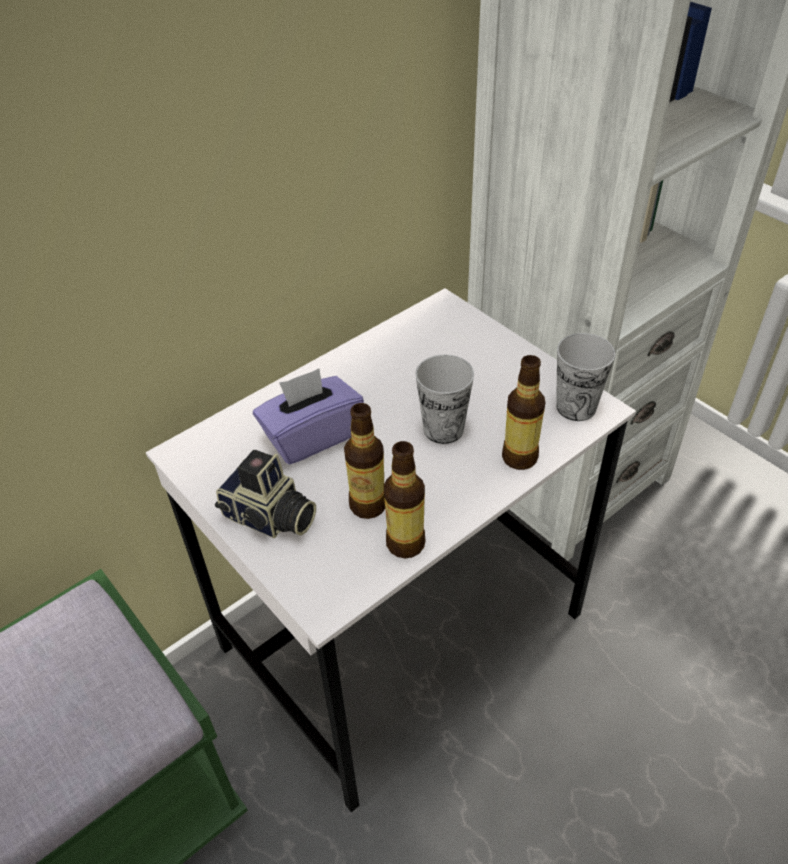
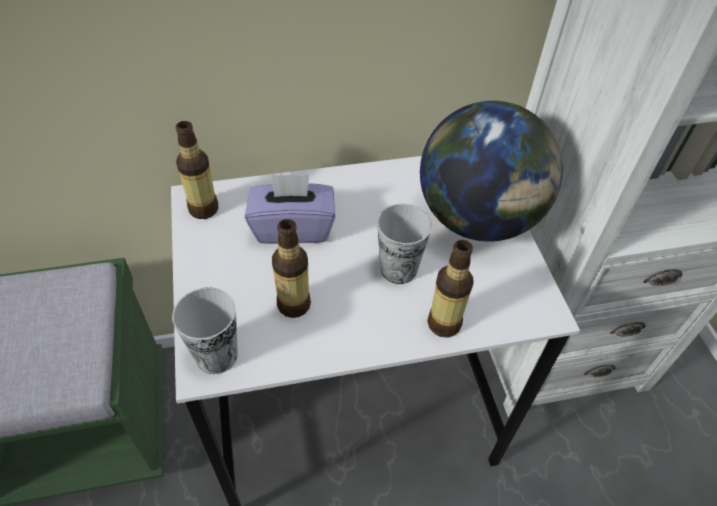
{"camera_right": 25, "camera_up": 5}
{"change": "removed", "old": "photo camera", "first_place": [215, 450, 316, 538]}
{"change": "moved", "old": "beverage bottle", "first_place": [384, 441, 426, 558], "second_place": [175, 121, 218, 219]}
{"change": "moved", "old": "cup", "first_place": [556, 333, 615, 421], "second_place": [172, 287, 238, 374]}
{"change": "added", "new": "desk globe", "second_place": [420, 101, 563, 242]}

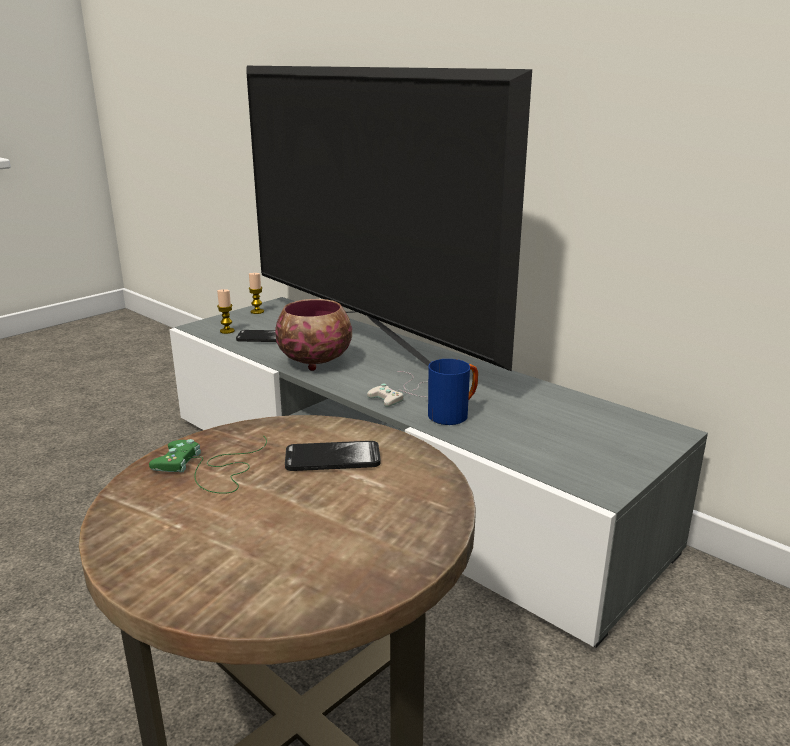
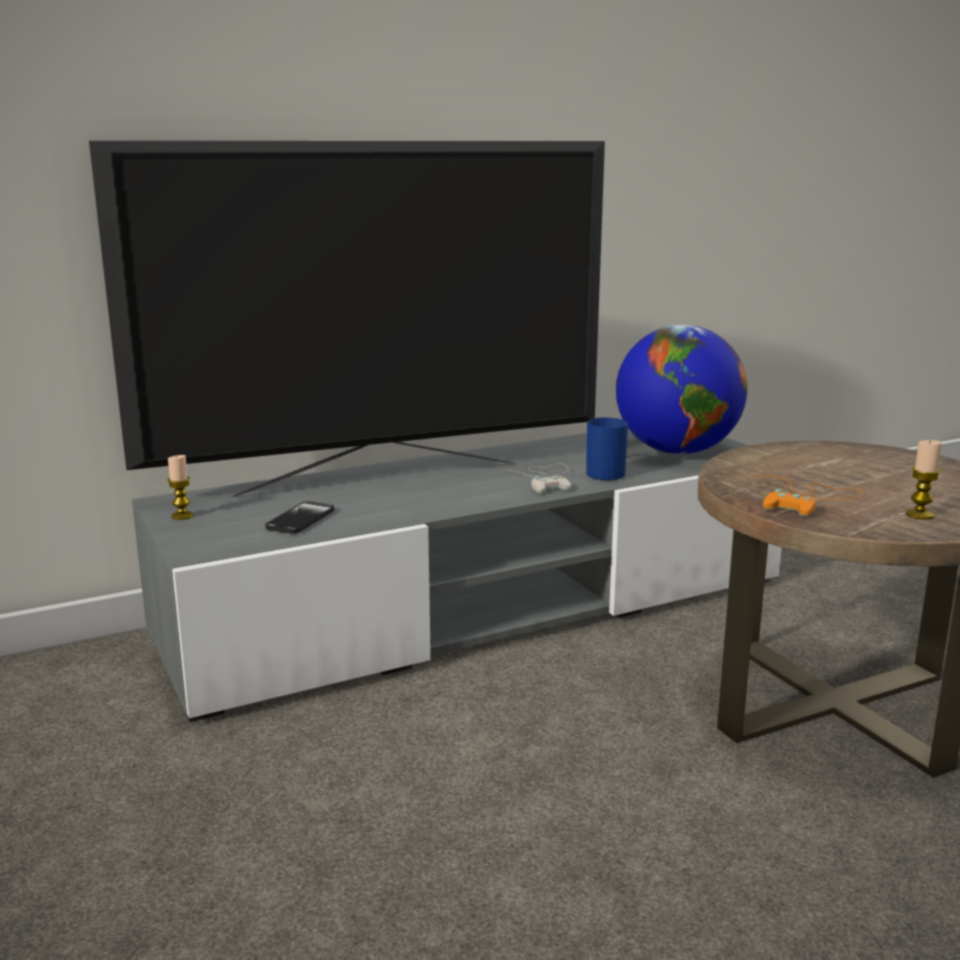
{"camera_right": -70, "camera_up": -5}
{"change": "recoloured", "old": "game controller (green)", "new": "game controller (orange)", "first_place": [149, 435, 267, 494], "second_place": [756, 476, 862, 517]}
{"change": "moved", "old": "wax light", "first_place": [217, 289, 235, 334], "second_place": [906, 440, 942, 520]}
{"change": "removed", "old": "serving bowl", "first_place": [275, 299, 352, 371]}
{"change": "removed", "old": "phone", "first_place": [285, 441, 381, 471]}
{"change": "added", "new": "desk globe", "second_place": [616, 325, 747, 454]}

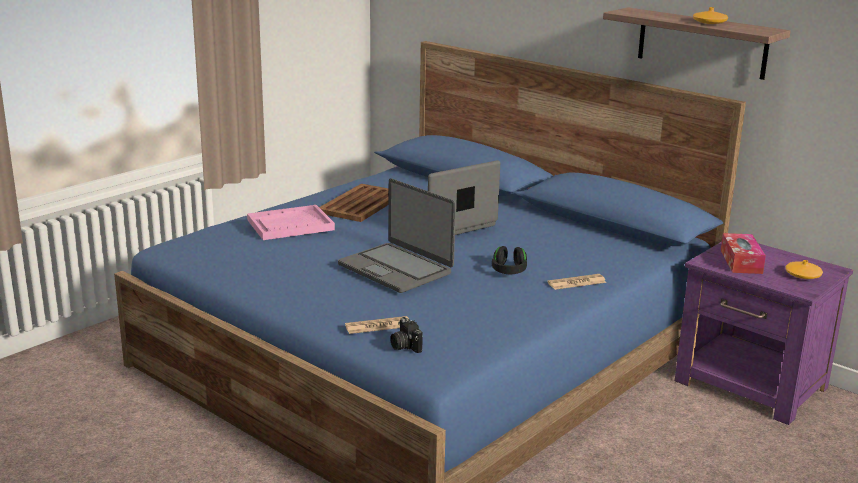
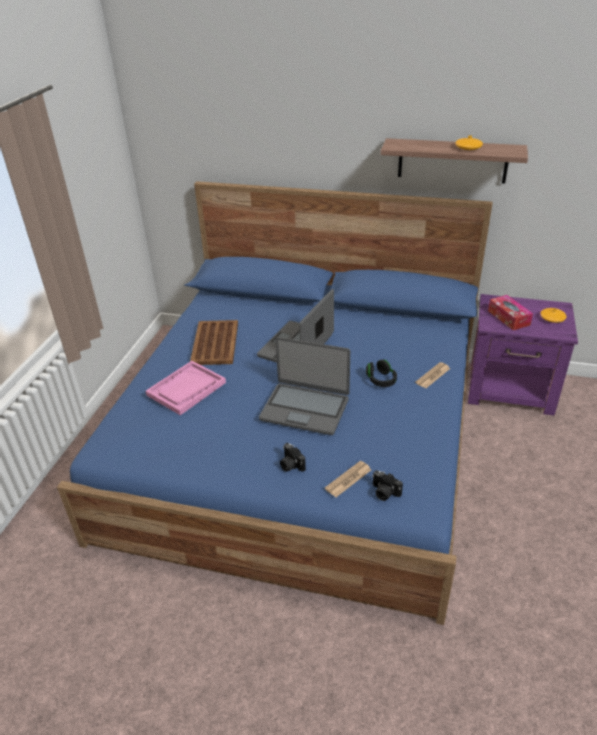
{"camera_right": -25, "camera_up": 15}
{"change": "added", "new": "photo camera", "second_place": [280, 443, 306, 472]}

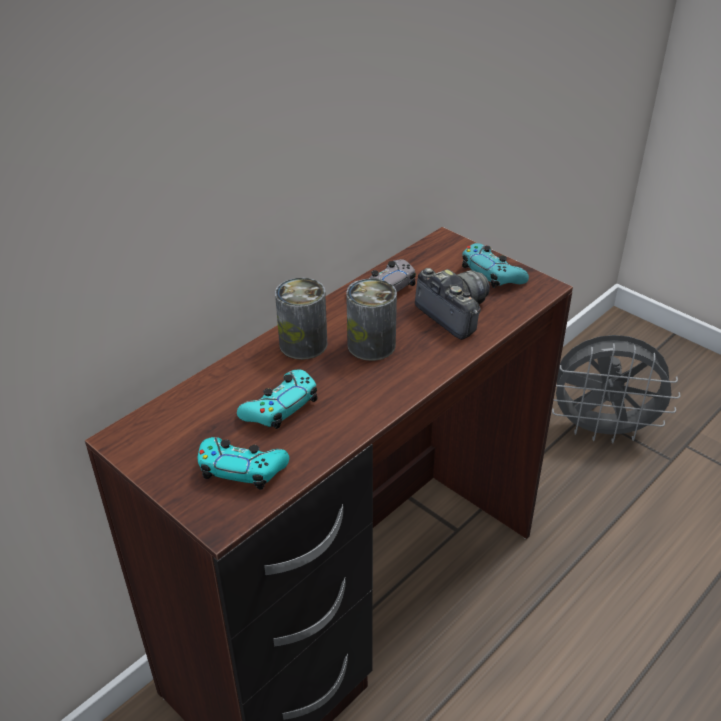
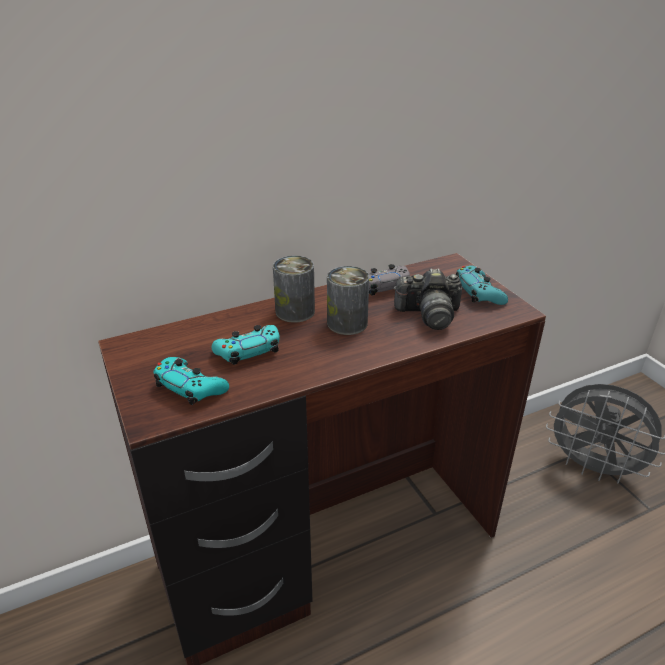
{"camera_right": 20, "camera_up": -5}
{"change": "turned", "old": "photo camera", "first_place": [415, 268, 490, 340], "second_place": [393, 268, 462, 330], "degrees": 105}

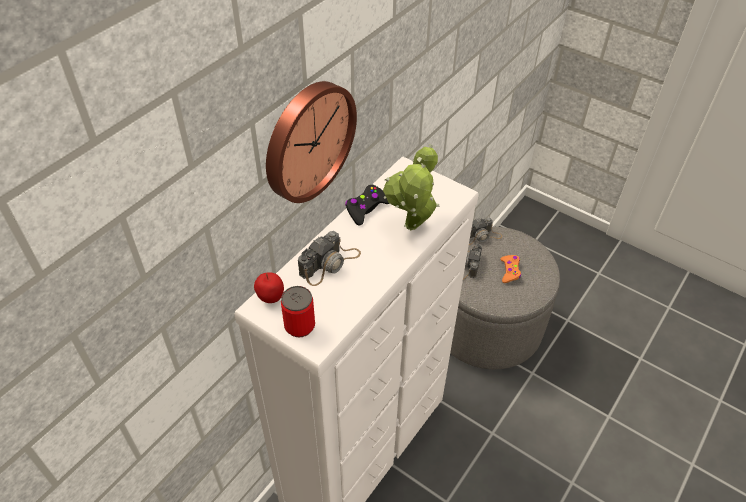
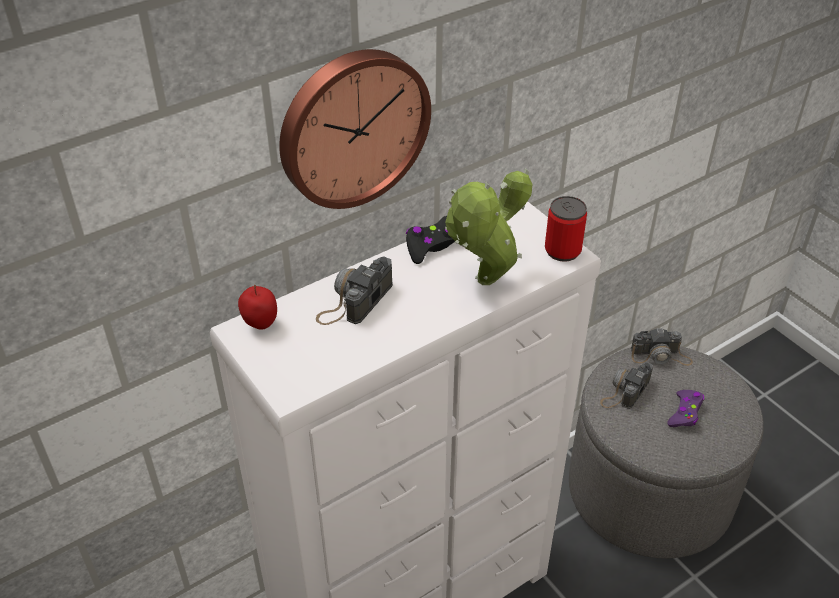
{"camera_right": 20, "camera_up": -5}
{"change": "moved", "old": "can", "first_place": [281, 286, 315, 337], "second_place": [545, 196, 587, 262]}
{"change": "turned", "old": "photo camera", "first_place": [298, 231, 361, 286], "second_place": [316, 256, 393, 325], "degrees": 150}
{"change": "recoloured", "old": "game controller (orange)", "new": "game controller (purplish)", "first_place": [500, 255, 521, 283], "second_place": [667, 390, 704, 427]}

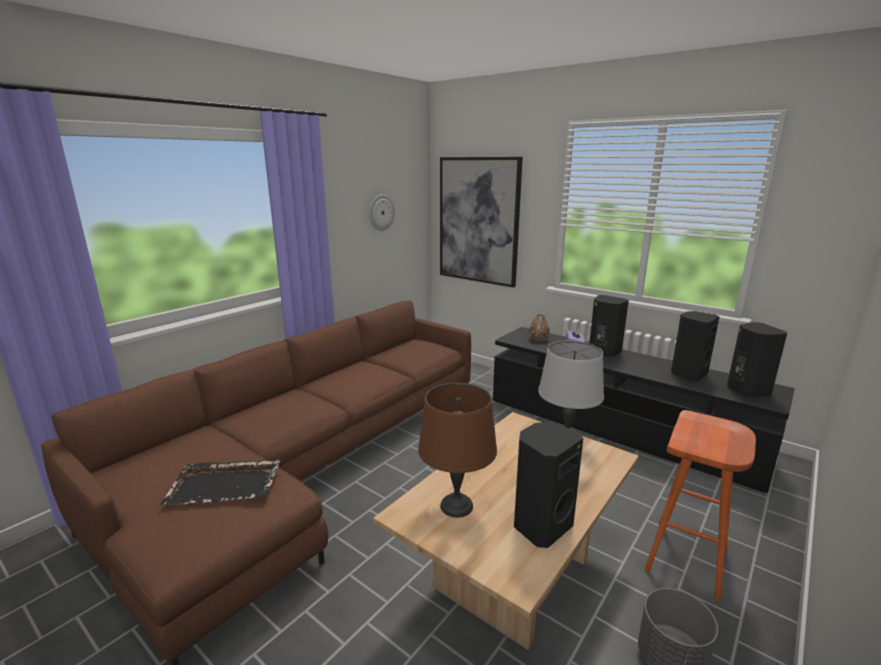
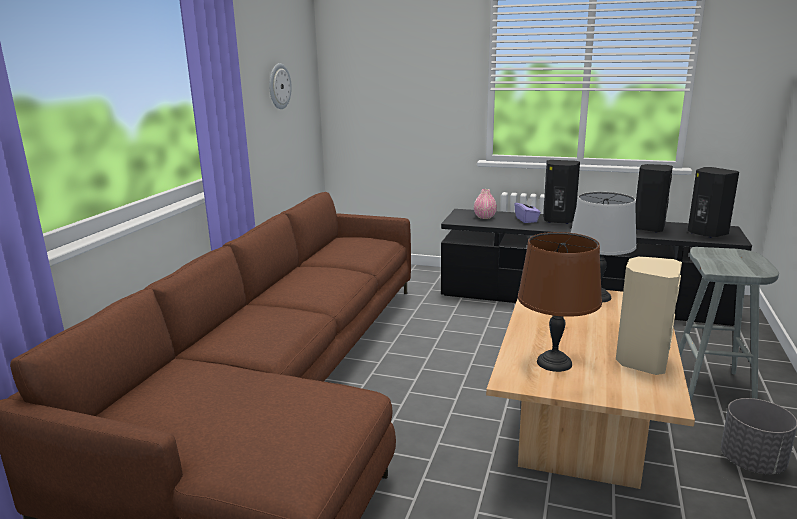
{"camera_right": -20, "camera_up": 0}
{"change": "removed", "old": "carrying tray (blackish)", "first_place": [160, 460, 280, 505]}
{"change": "removed", "old": "wall art", "first_place": [440, 157, 523, 288]}
{"change": "recoloured", "old": "loudspeaker (blackish)", "new": "loudspeaker (beige)", "first_place": [514, 422, 583, 548], "second_place": [616, 256, 682, 375]}
{"change": "recoloured", "old": "flower vase (brown)", "new": "flower vase (pink)", "first_place": [529, 314, 550, 341], "second_place": [474, 189, 497, 219]}
{"change": "recoloured", "old": "stool seat (orange)", "new": "stool seat (grey)", "first_place": [644, 410, 756, 602], "second_place": [679, 247, 779, 402]}

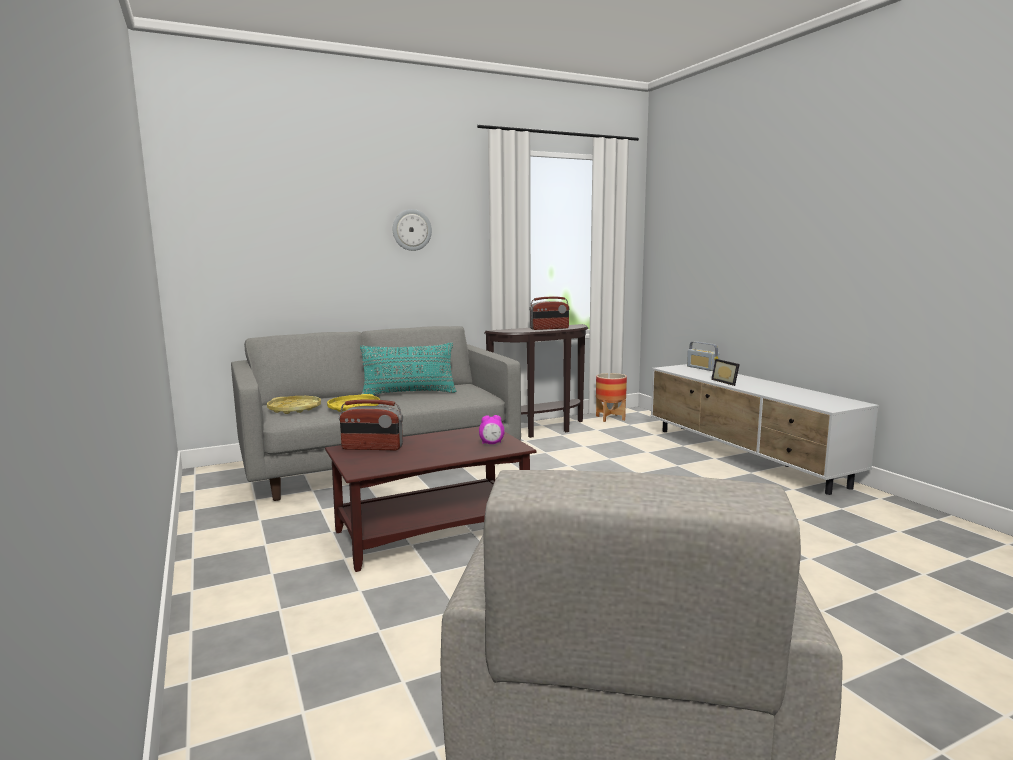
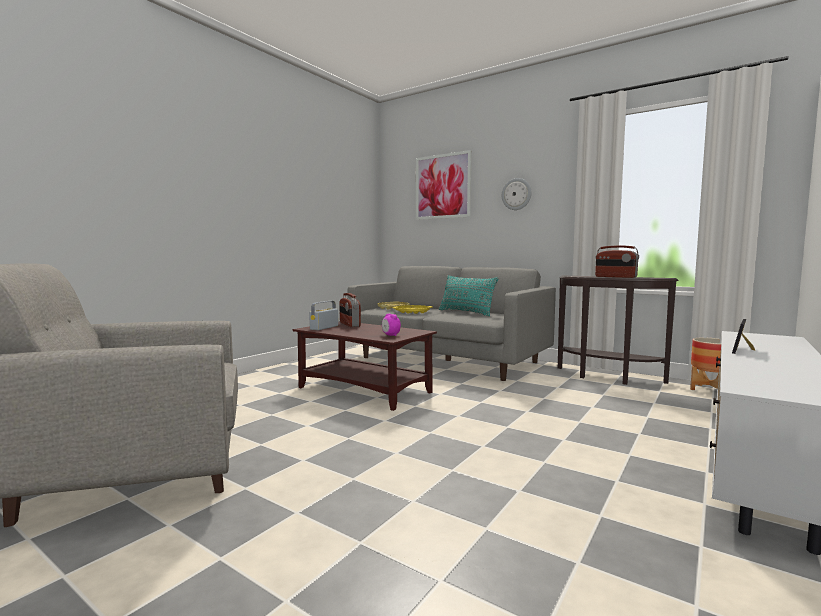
{"camera_right": 60, "camera_up": -5}
{"change": "moved", "old": "radio receiver", "first_place": [687, 341, 719, 371], "second_place": [309, 301, 338, 330]}
{"change": "added", "new": "wall art", "second_place": [416, 150, 471, 220]}

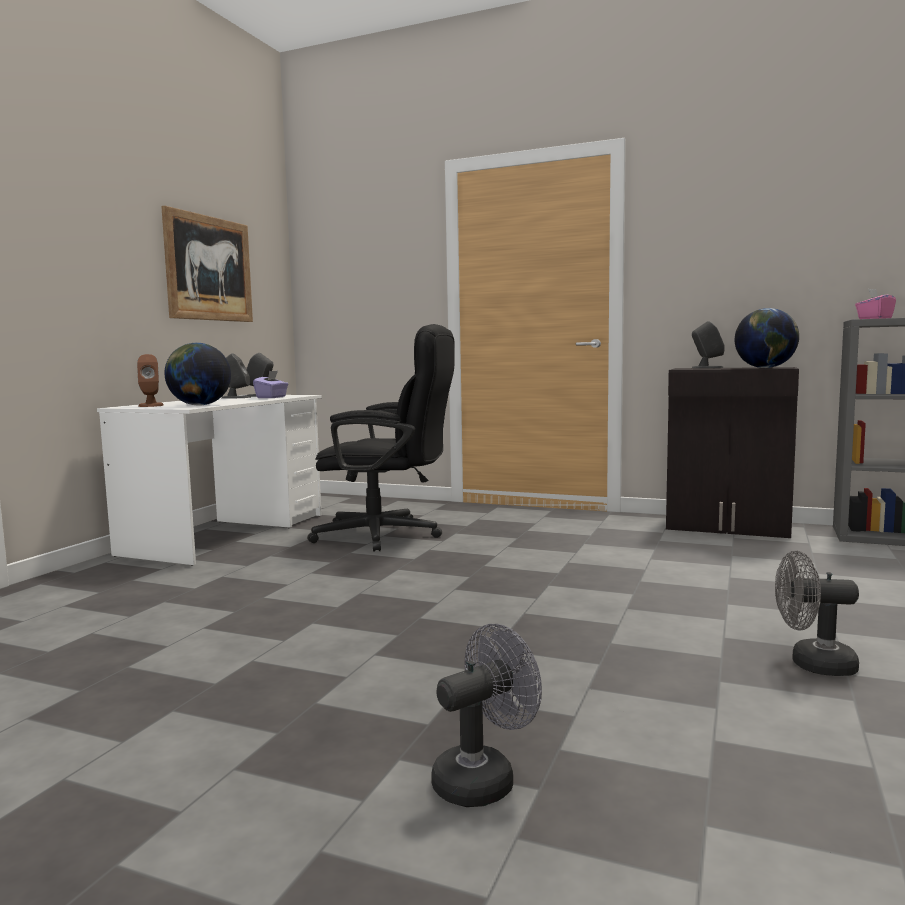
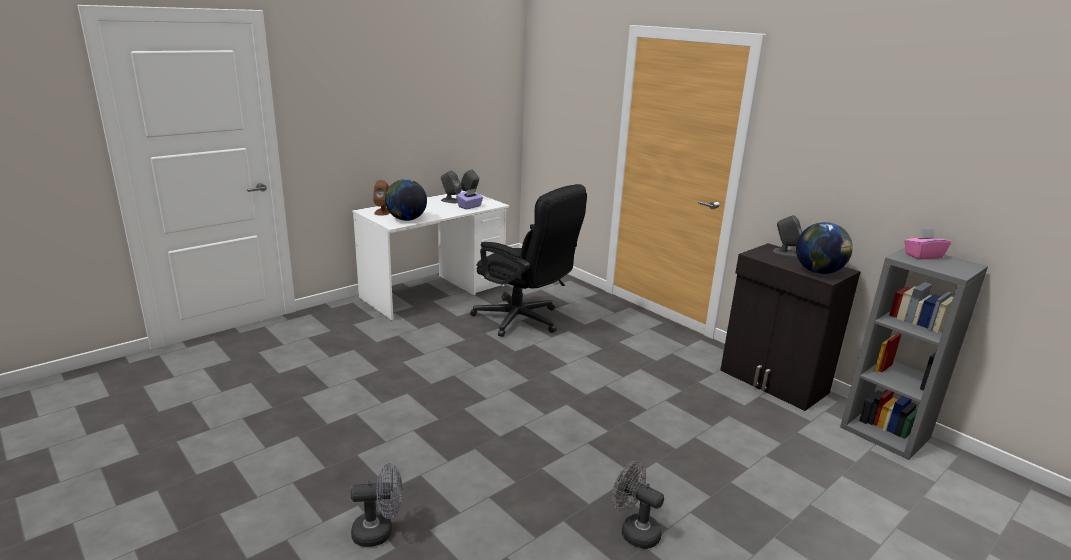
{"camera_right": 25, "camera_up": 15}
{"change": "removed", "old": "wall art", "first_place": [161, 206, 253, 322]}

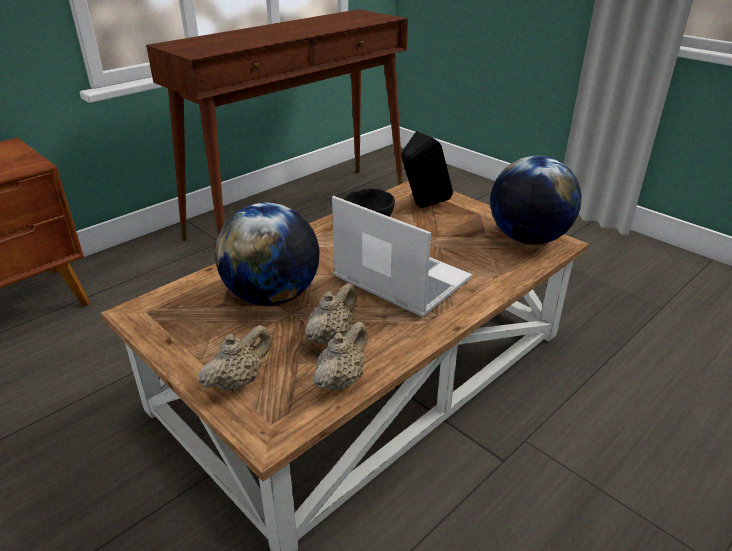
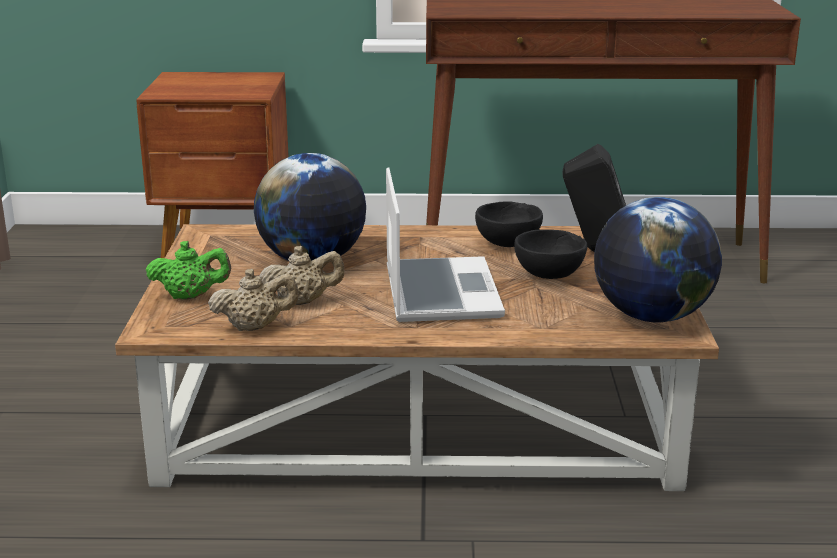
{"camera_right": 45, "camera_up": -10}
{"change": "recoloured", "old": "teapot (beige)", "new": "teapot (green)", "first_place": [198, 325, 272, 392], "second_place": [146, 241, 231, 300]}
{"change": "added", "new": "serving bowl (blackish)", "second_place": [514, 230, 587, 279]}

